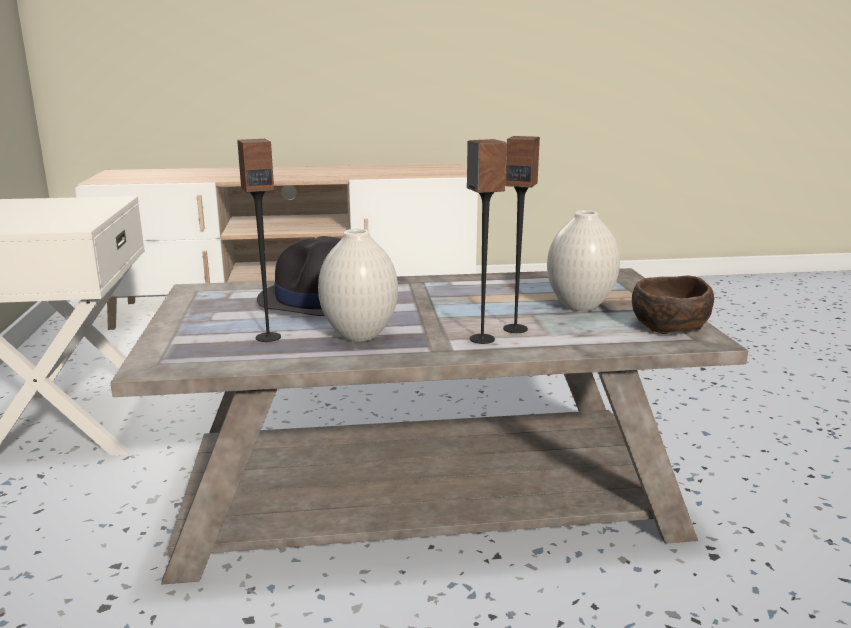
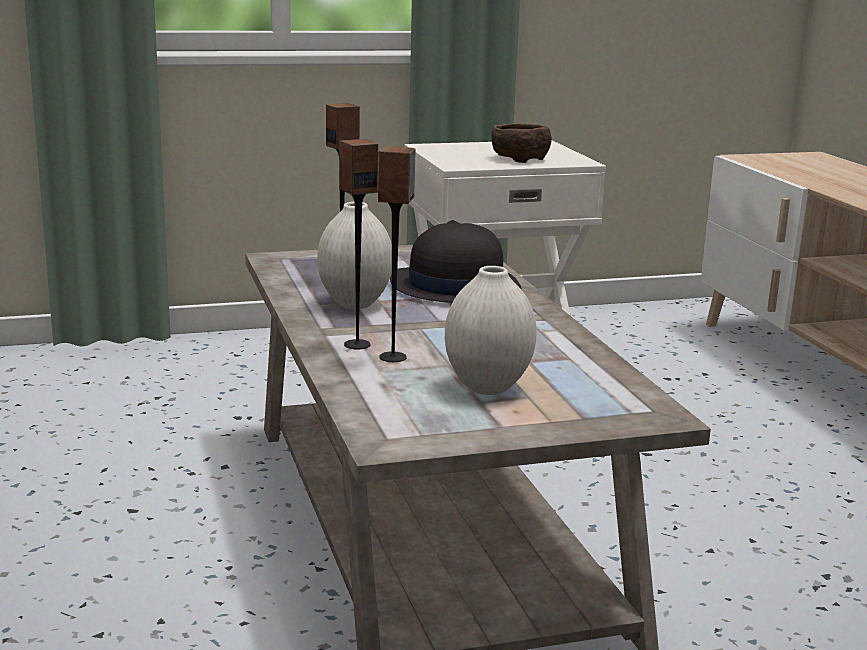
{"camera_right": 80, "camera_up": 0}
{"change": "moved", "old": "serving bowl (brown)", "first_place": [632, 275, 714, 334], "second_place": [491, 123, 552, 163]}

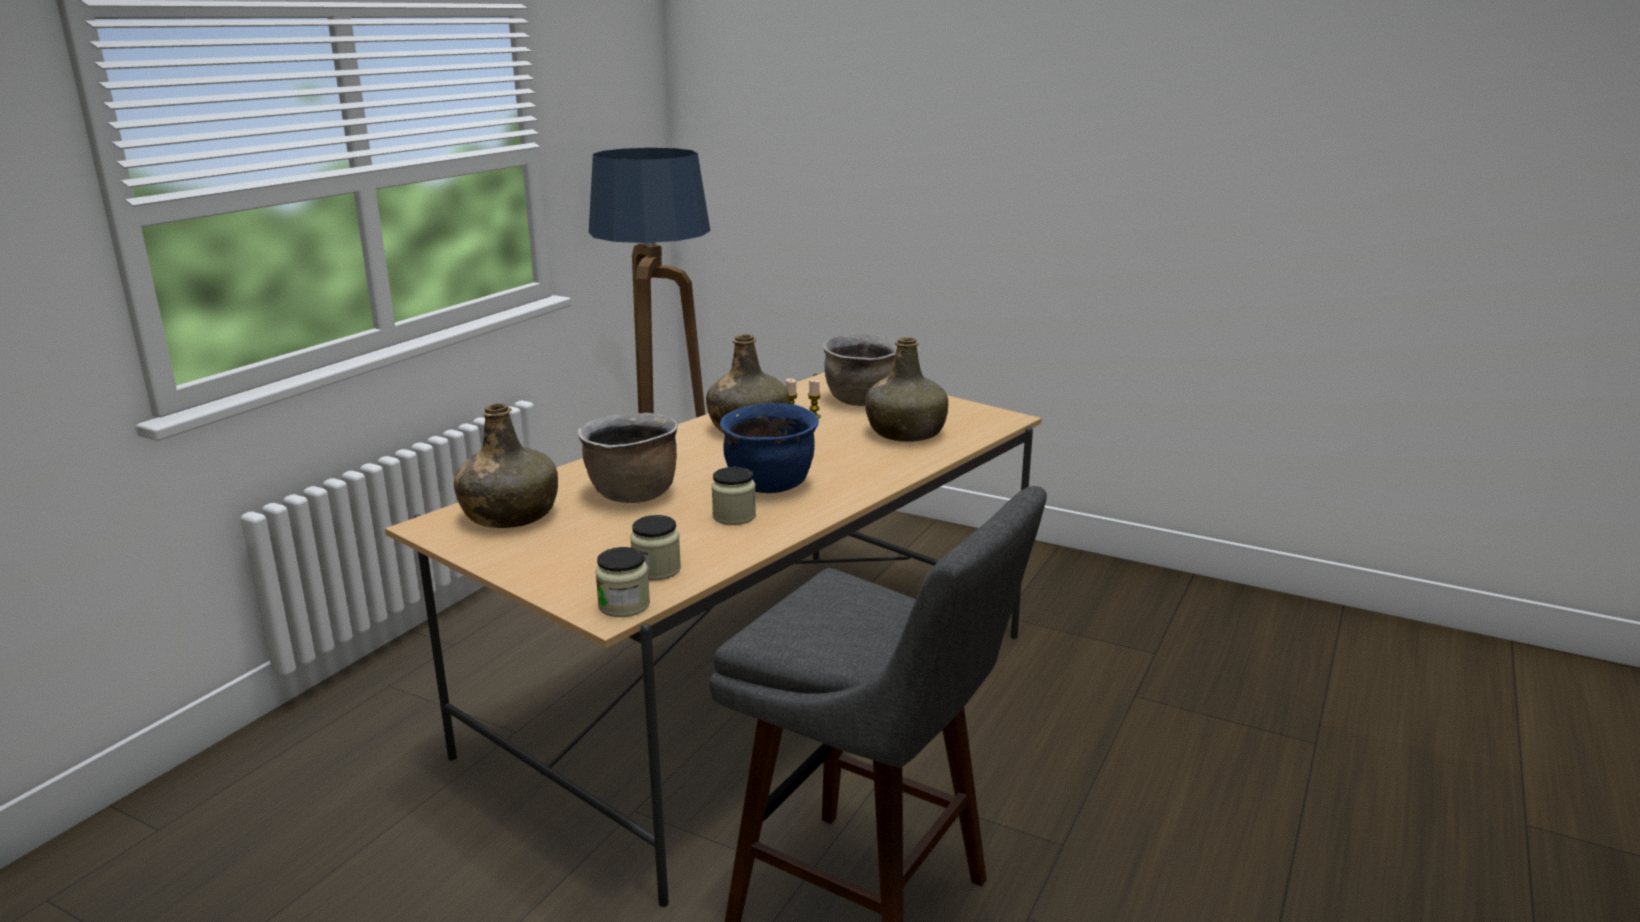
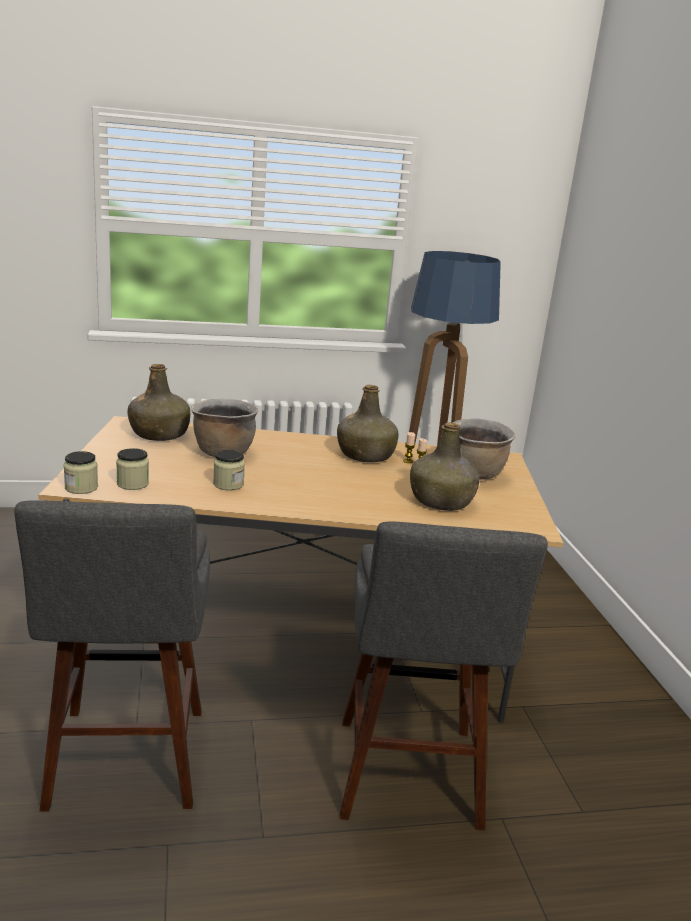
{"camera_right": 50, "camera_up": 0}
{"change": "removed", "old": "stockpot (blue)", "first_place": [720, 403, 819, 493]}
{"change": "added", "new": "stool seat (grey)", "second_place": [340, 522, 548, 831]}

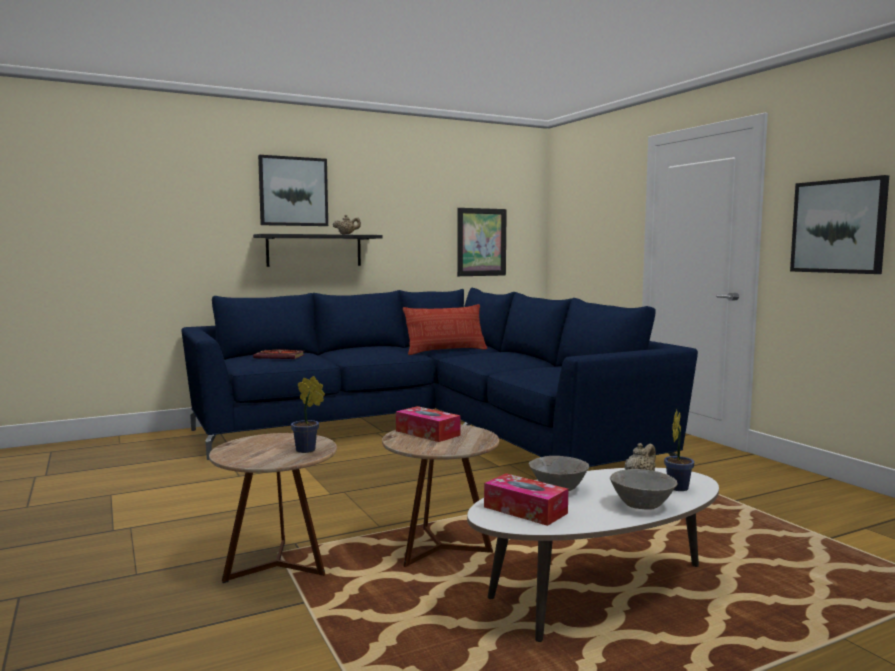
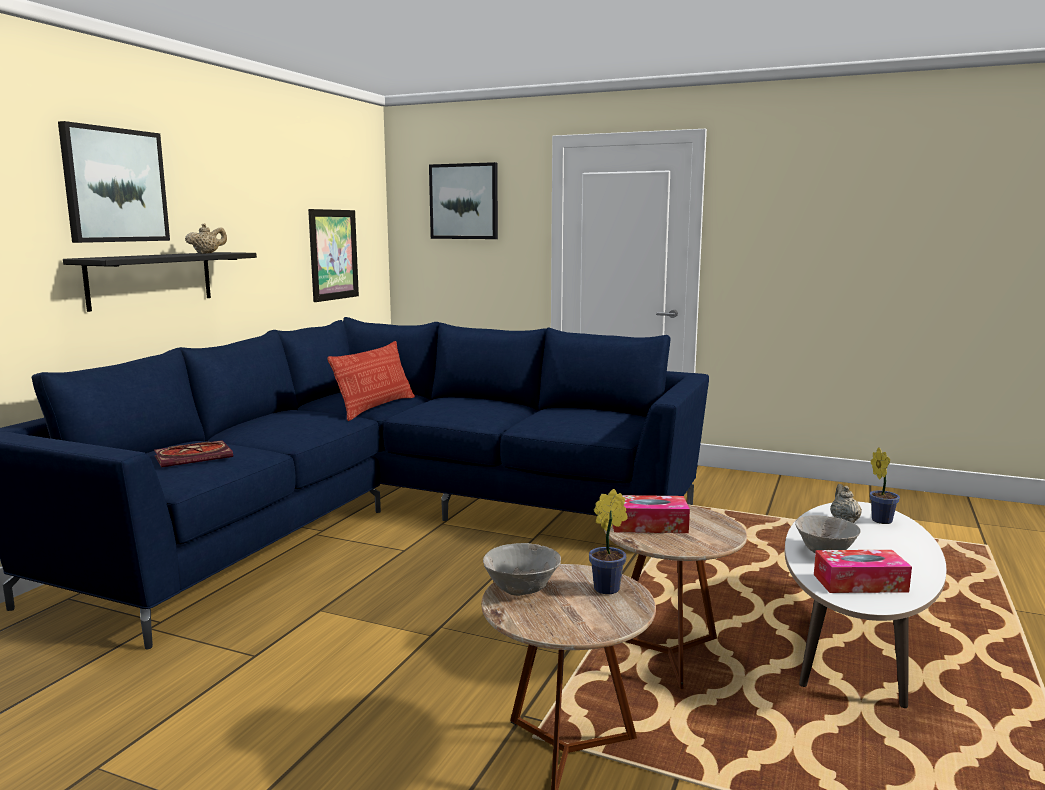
{"camera_right": -40, "camera_up": 5}
{"change": "moved", "old": "serving bowl (grey)", "first_place": [610, 469, 678, 510], "second_place": [483, 543, 561, 596]}
{"change": "moved", "old": "wall art", "first_place": [790, 175, 889, 274], "second_place": [429, 162, 498, 239]}

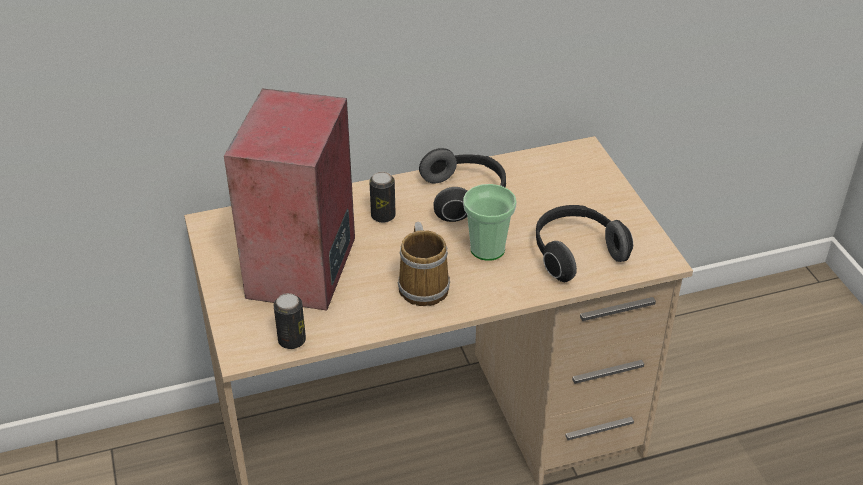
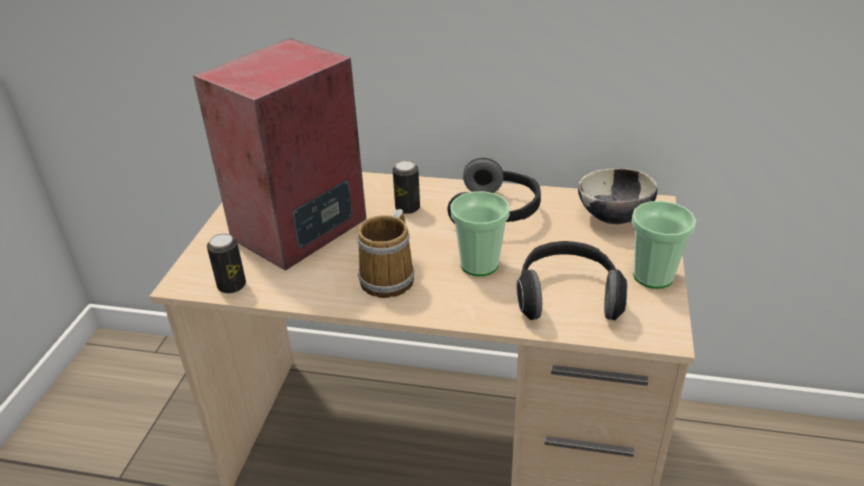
{"camera_right": 30, "camera_up": -5}
{"change": "added", "new": "serving bowl", "second_place": [578, 168, 658, 224]}
{"change": "added", "new": "cup", "second_place": [632, 201, 696, 289]}

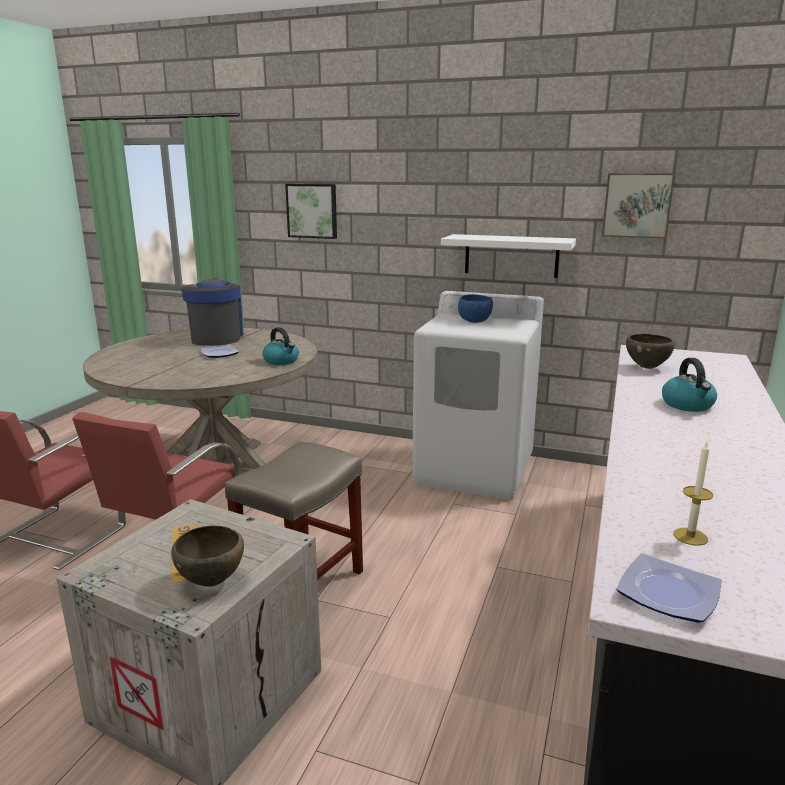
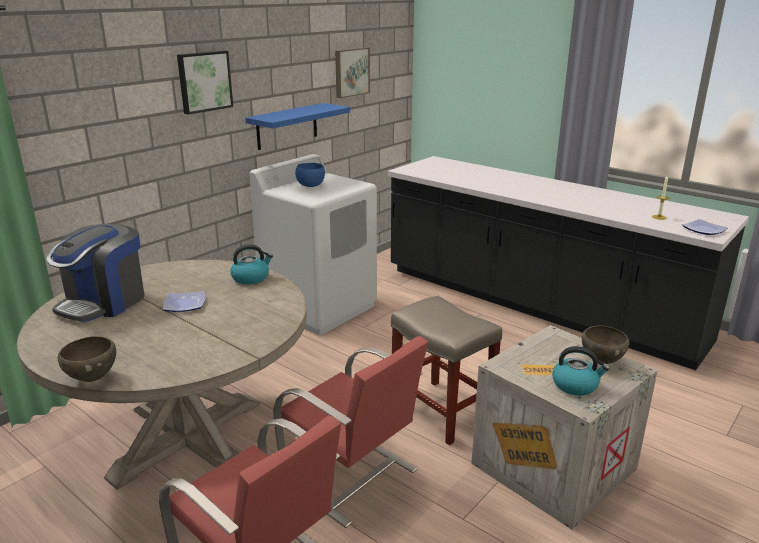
{"camera_right": -70, "camera_up": 5}
{"change": "turned", "old": "coffee machine", "first_place": [181, 278, 243, 346], "second_place": [46, 224, 145, 322], "degrees": -75}
{"change": "moved", "old": "wall art", "first_place": [285, 184, 337, 239], "second_place": [177, 51, 233, 114]}
{"change": "recoloured", "old": "wall shelf (white-coloured)", "new": "wall shelf (blue)", "first_place": [441, 234, 576, 278], "second_place": [245, 103, 350, 150]}
{"change": "moved", "old": "serving bowl (brown)", "first_place": [626, 334, 675, 369], "second_place": [58, 336, 116, 382]}
{"change": "moved", "old": "water kettle", "first_place": [662, 358, 717, 412], "second_place": [552, 346, 610, 396]}

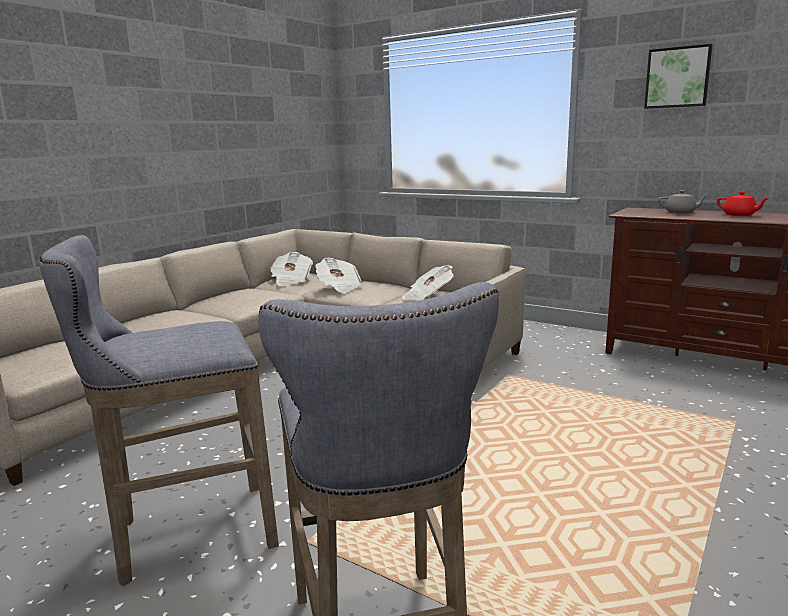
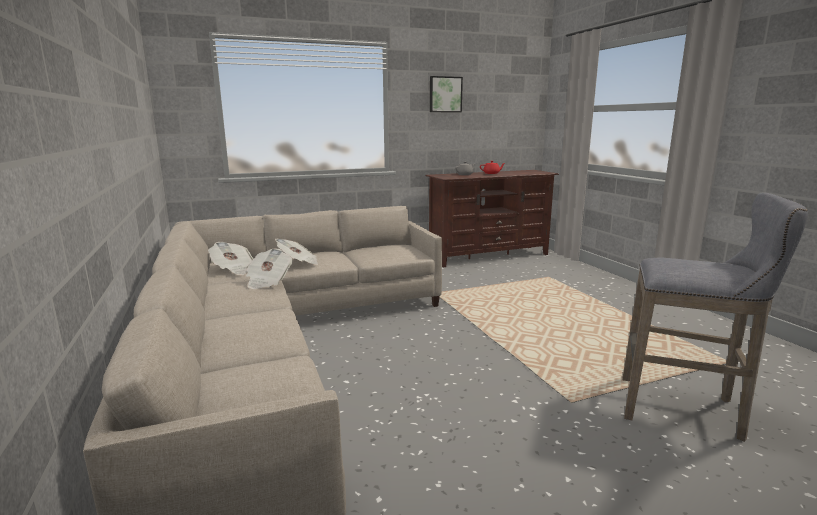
{"camera_right": -55, "camera_up": 0}
{"change": "removed", "old": "stool seat (grey)", "first_place": [39, 235, 279, 586]}
{"change": "moved", "old": "printed paper", "first_place": [402, 265, 454, 300], "second_place": [246, 248, 293, 289]}

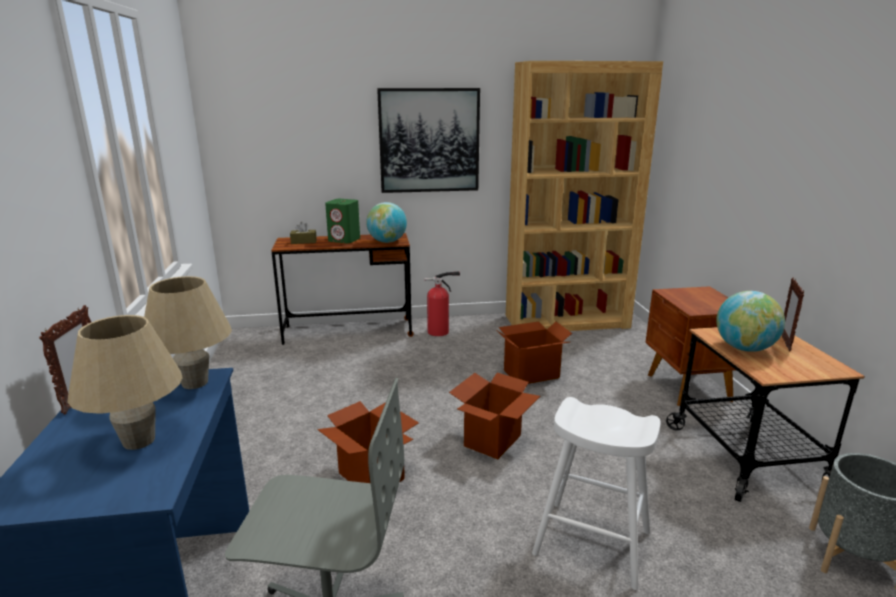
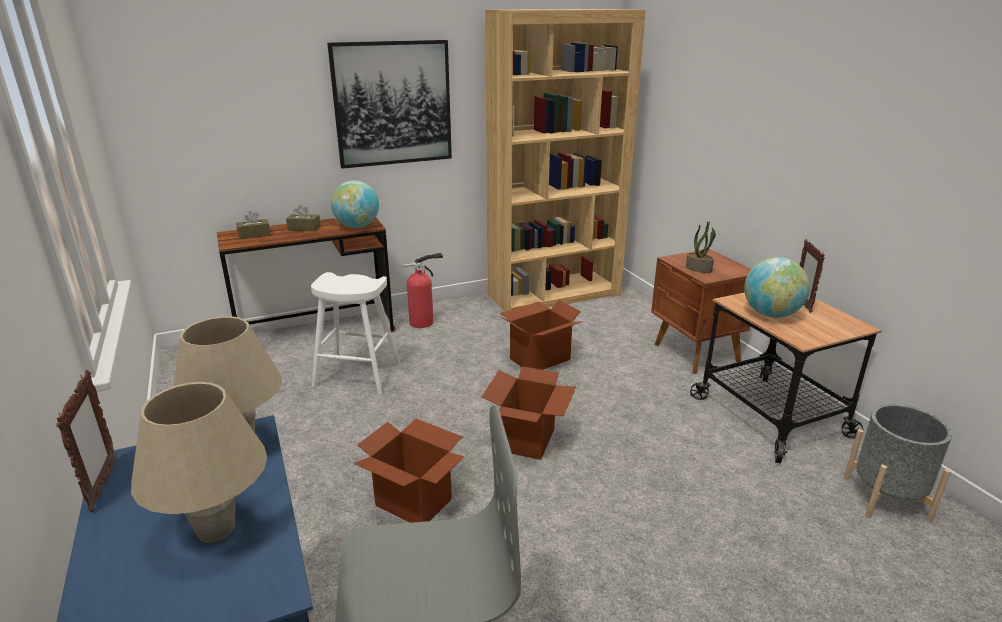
{"camera_right": -15, "camera_up": 5}
{"change": "replaced", "old": "loudspeaker (green)", "new": "tissue box (brown)", "first_place": [325, 199, 360, 243], "second_place": [286, 205, 321, 231]}
{"change": "moved", "old": "stool seat (white-coloured)", "first_place": [532, 397, 661, 590], "second_place": [311, 272, 401, 394]}
{"change": "added", "new": "plant in a pot", "second_place": [686, 221, 716, 273]}

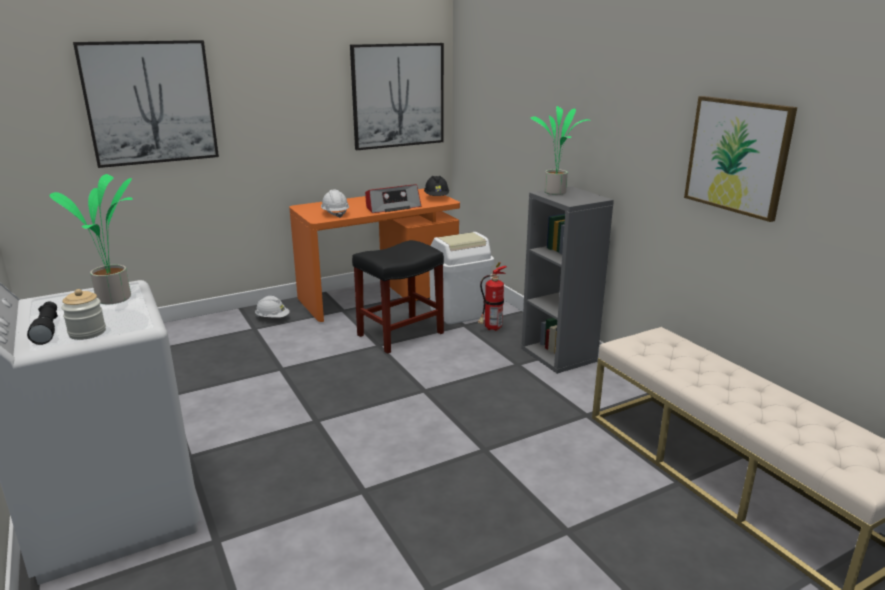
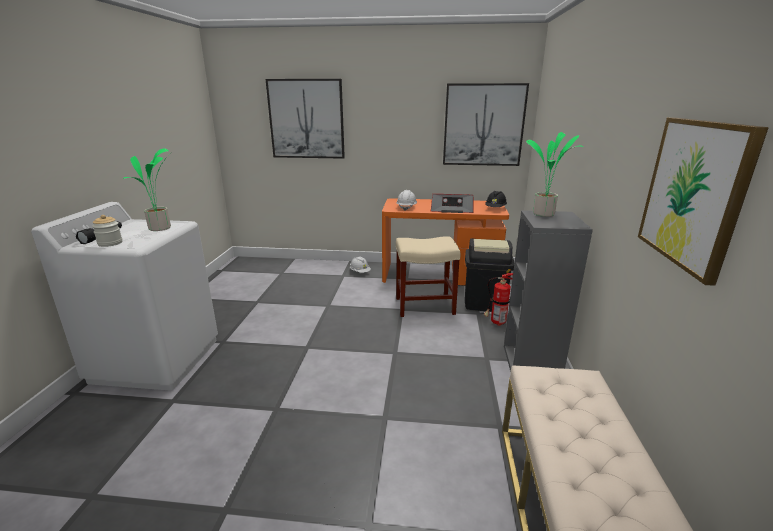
{"camera_right": 35, "camera_up": 0}
{"change": "recoloured", "old": "stool seat (blackish)", "new": "stool seat (beige)", "first_place": [352, 240, 444, 354], "second_place": [396, 236, 461, 317]}
{"change": "recoloured", "old": "rubbish bin (white-coloured)", "new": "rubbish bin (blackish)", "first_place": [429, 232, 494, 324], "second_place": [465, 238, 514, 312]}

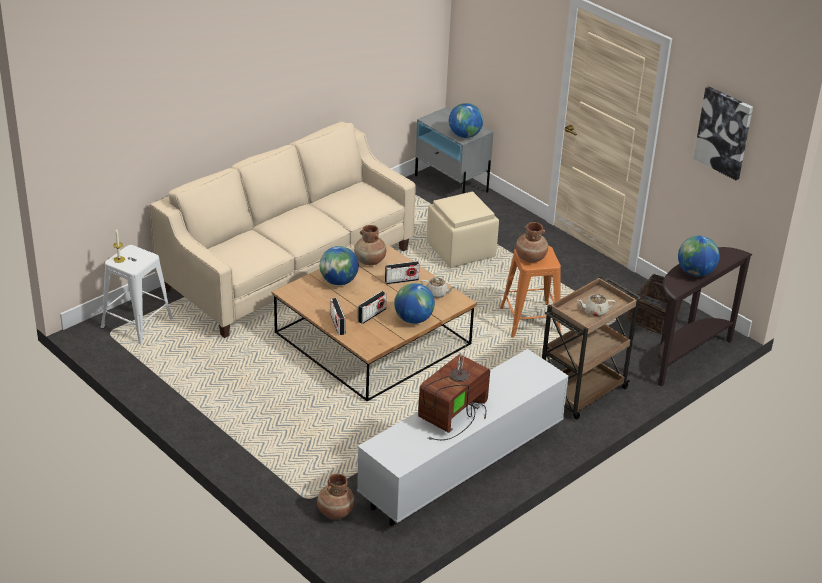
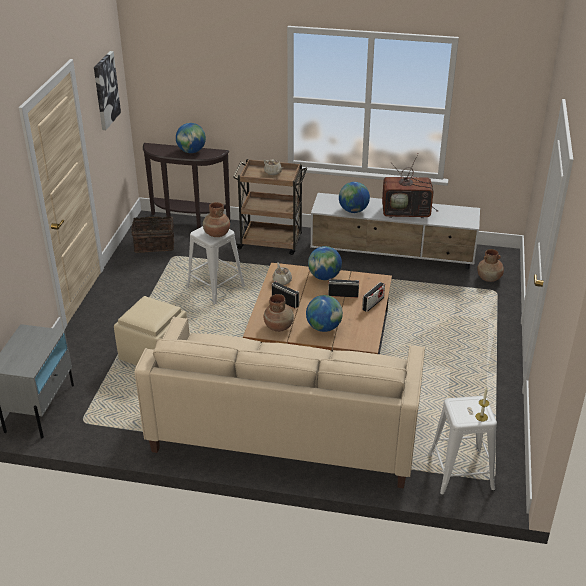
{"camera_right": -125, "camera_up": 0}
{"change": "moved", "old": "desk globe", "first_place": [449, 103, 483, 138], "second_place": [339, 182, 370, 213]}
{"change": "recoloured", "old": "stool seat (orange)", "new": "stool seat (white-coloured)", "first_place": [500, 245, 561, 337], "second_place": [186, 226, 245, 304]}

